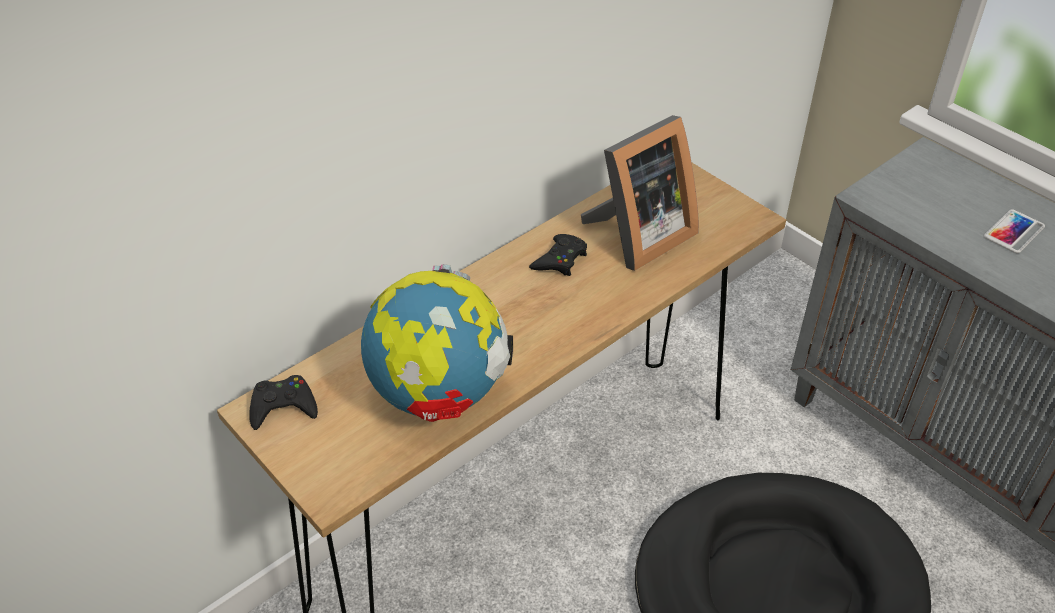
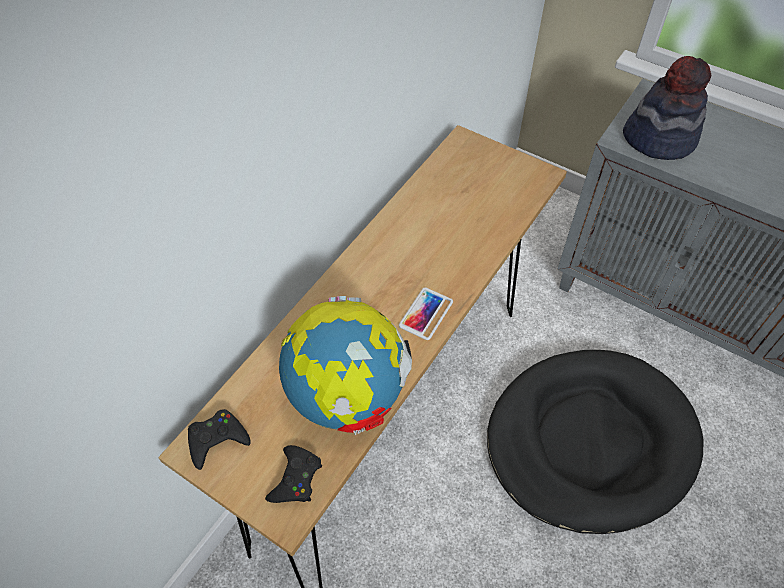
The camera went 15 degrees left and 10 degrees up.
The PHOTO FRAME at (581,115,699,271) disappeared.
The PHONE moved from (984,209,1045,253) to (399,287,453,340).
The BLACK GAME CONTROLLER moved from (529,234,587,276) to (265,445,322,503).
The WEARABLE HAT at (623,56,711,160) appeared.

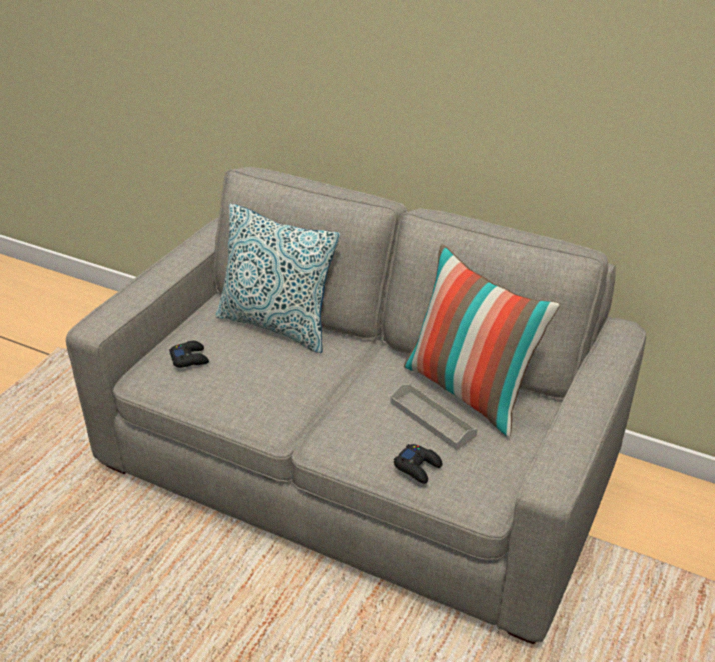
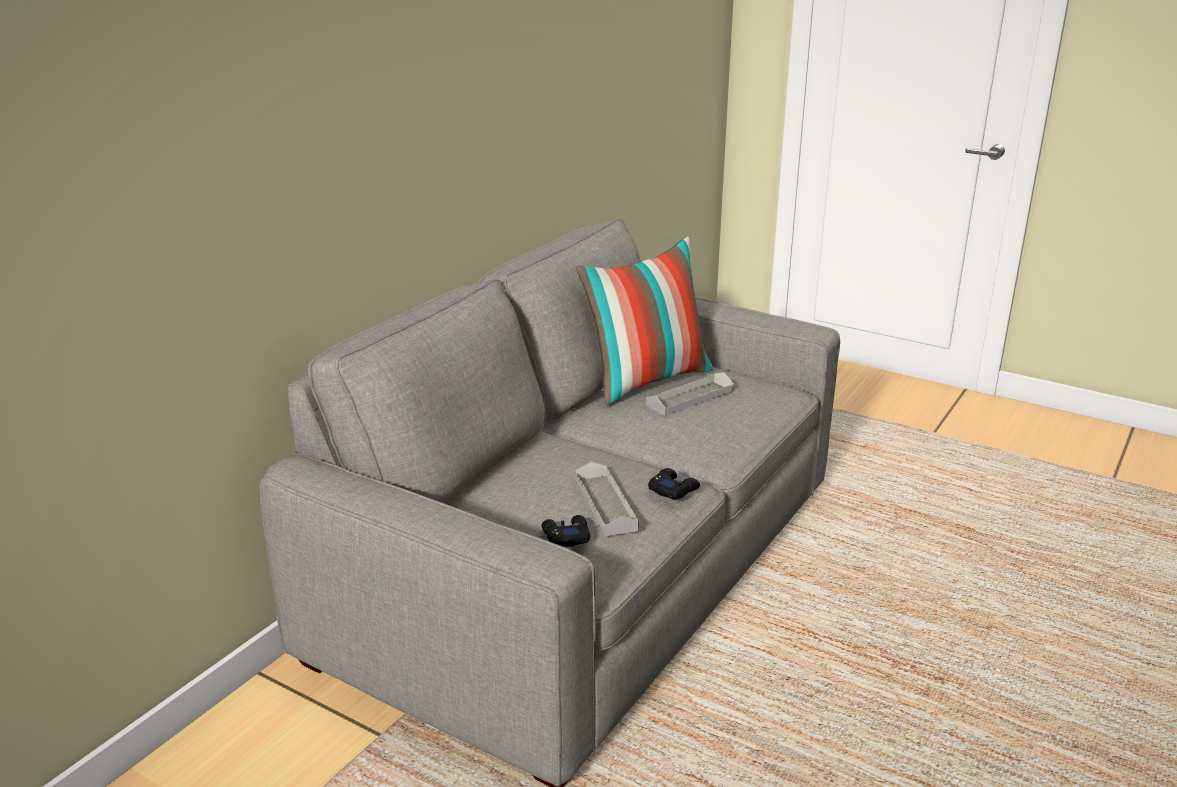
The camera went 85 degrees left and 10 degrees down.
The CUSHION at (216,204,340,353) disappeared.
The BLACK GAME CONTROLLER moved from (394,444,442,484) to (648,468,700,500).
The GRAY CARRYING TRAY at (575,461,639,536) appeared.

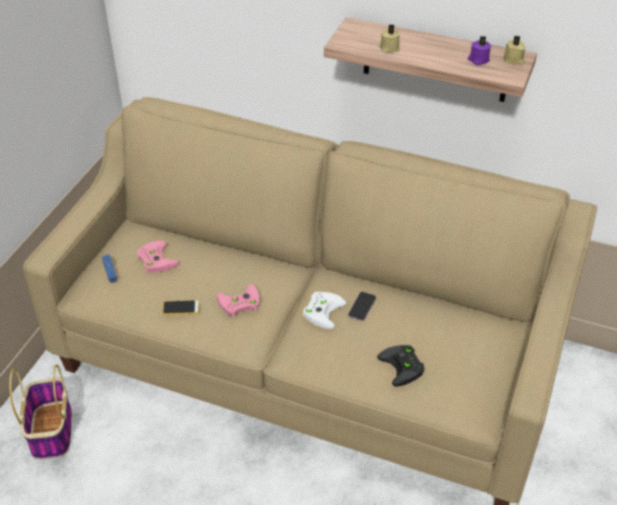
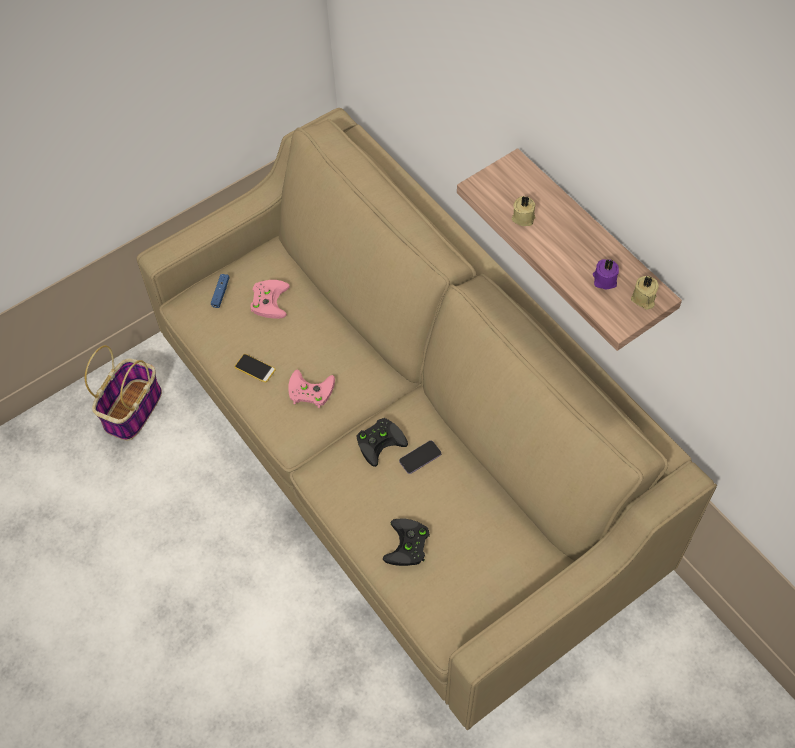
The camera went 35 degrees right and 15 degrees up.
The WHITE GAME CONTROLLER at (303,292,346,329) became the BLACK GAME CONTROLLER at (356,418,408,467).

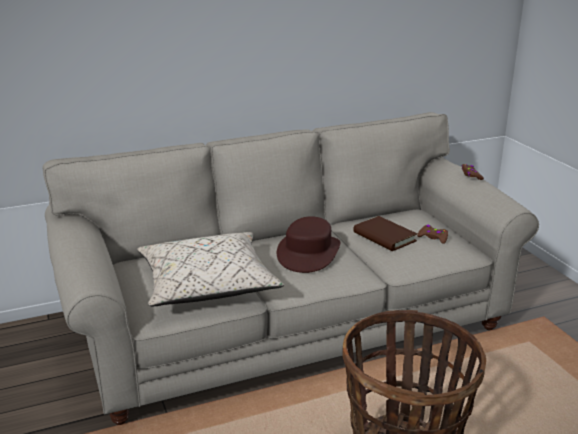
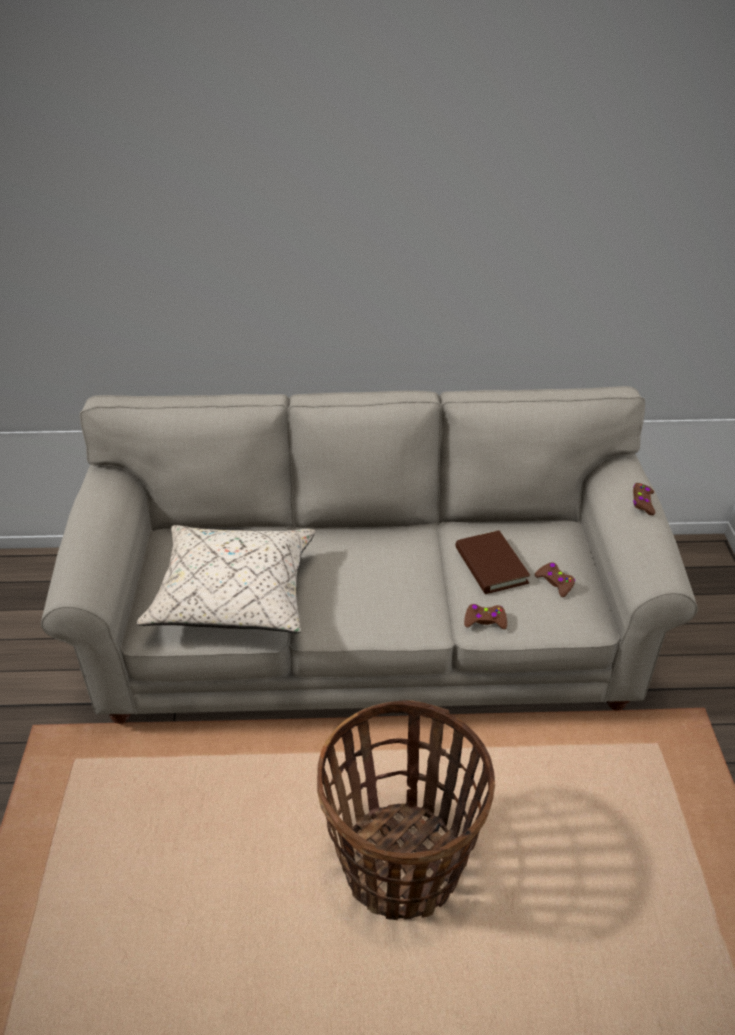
The camera went 20 degrees right and 15 degrees up.
The BROWN-COLOURED WEARABLE HAT at (277,216,340,273) disappeared.
The BROWN-COLOURED GAME CONTROLLER at (464,604,507,629) appeared.

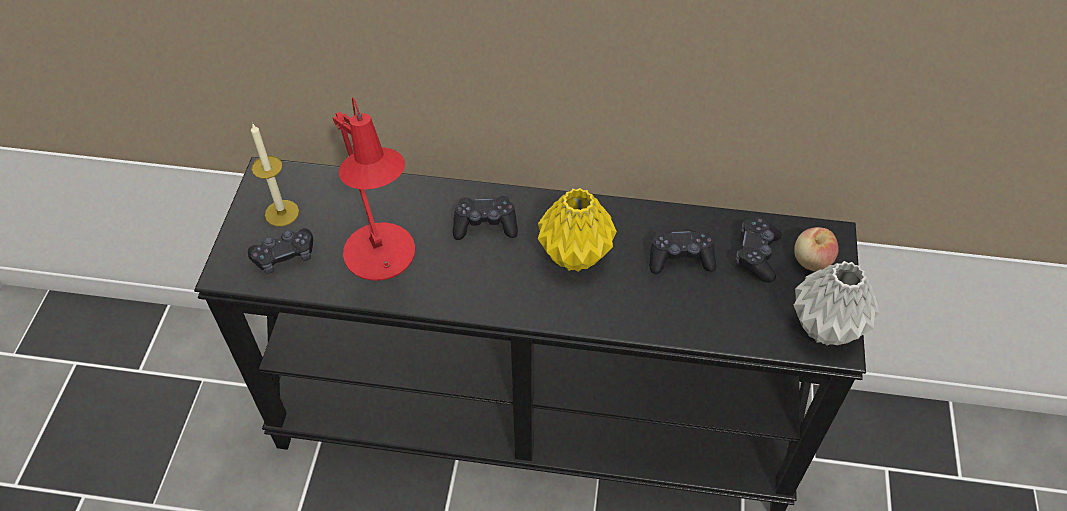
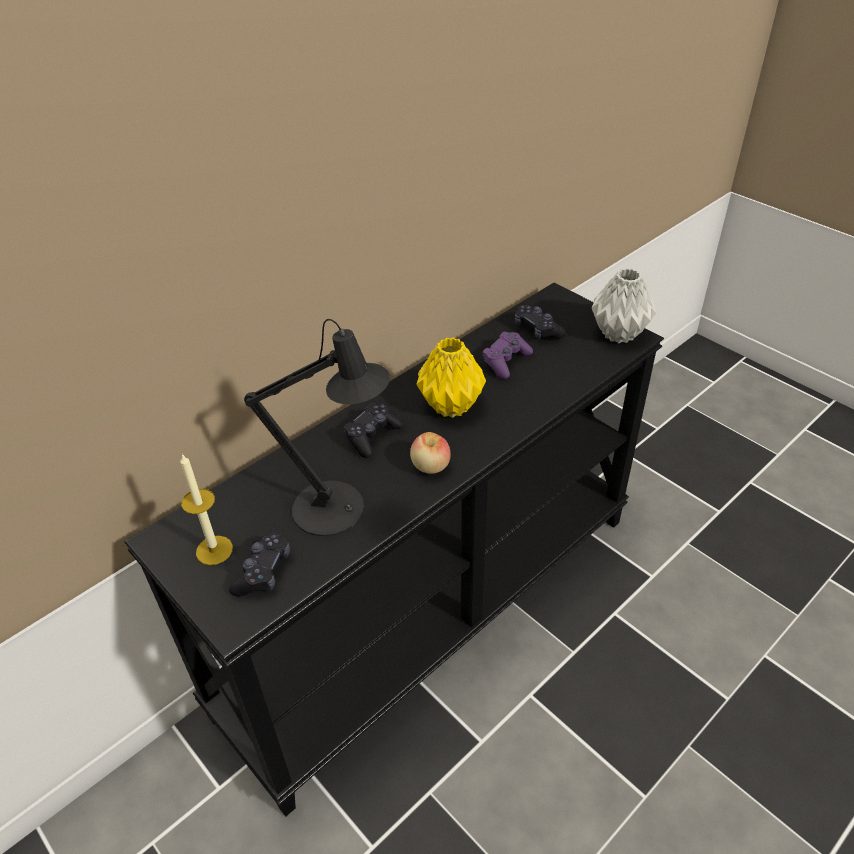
The camera went 50 degrees left and 10 degrees down.
The REDDISH TABLE LAMP at (333,97,415,281) became the BLACK TABLE LAMP at (244,319,390,536).
The WHOLE APPLE moved from (794,227,839,271) to (410,432,450,474).
The BLACK GAME CONTROLLER at (649,228,716,274) became the PURPLE-COLOURED GAME CONTROLLER at (482,332,533,379).

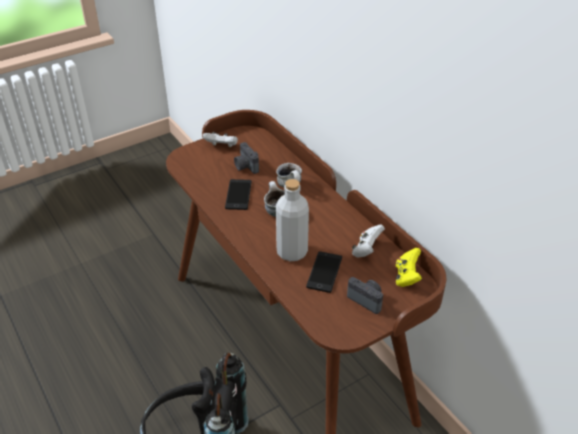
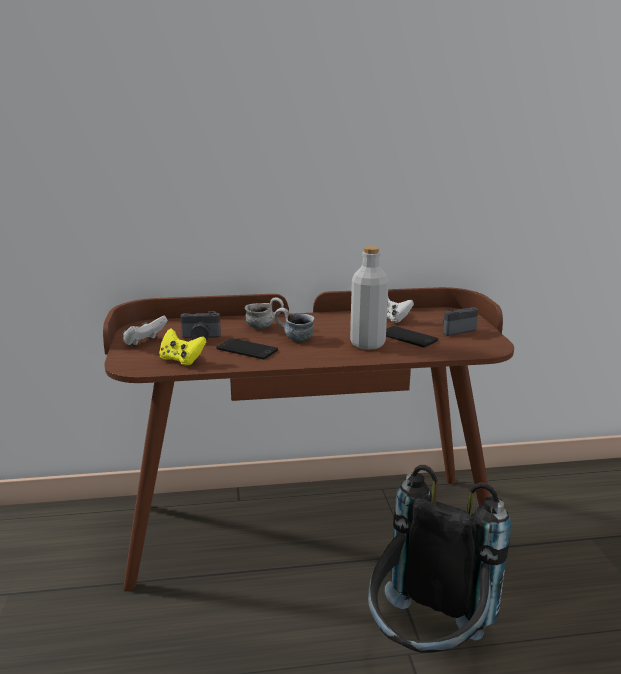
The camera went 65 degrees left and 20 degrees down.
The YELLOW GAME CONTROLLER moved from (396,248,422,287) to (159,328,206,366).

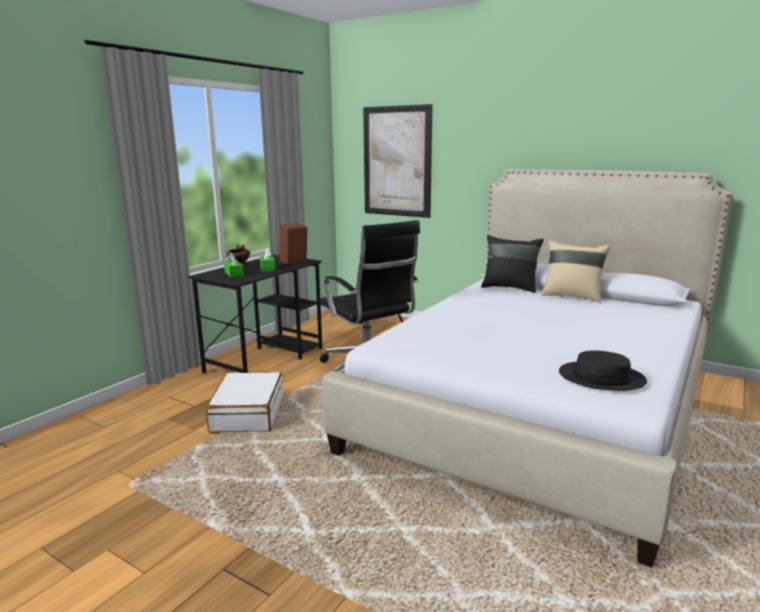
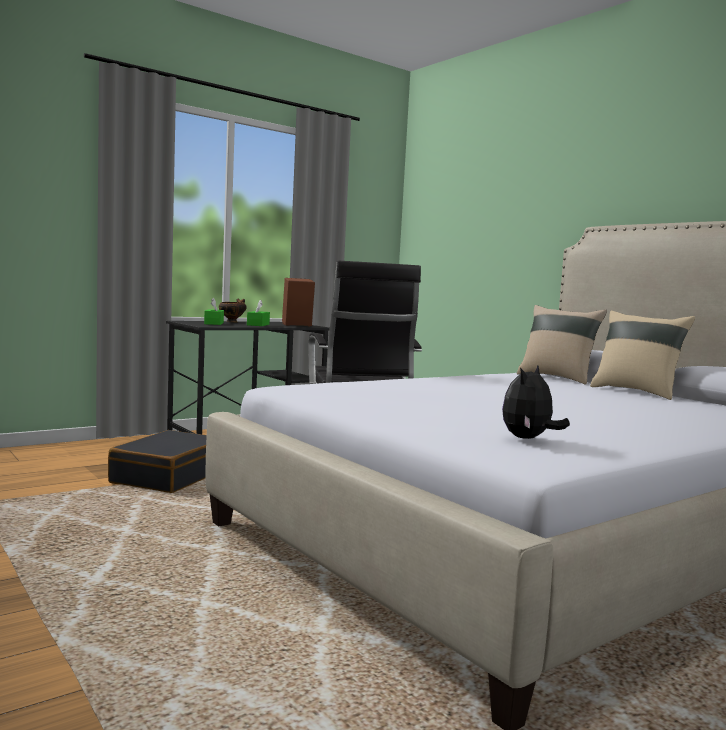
The camera went 20 degrees right and 10 degrees down.
The WALL PICTURE at (363,104,433,218) disappeared.
The BLACK CUSHION at (481,235,543,293) became the BEIGE CUSHION at (517,305,607,385).
The BLACK WEARABLE HAT at (559,351,647,391) was replaced by the PLUSH TOY at (502,365,570,439).
The WHITE PIECE OF LUGGAGE at (206,372,283,433) became the BLACK PIECE OF LUGGAGE at (108,430,207,493).

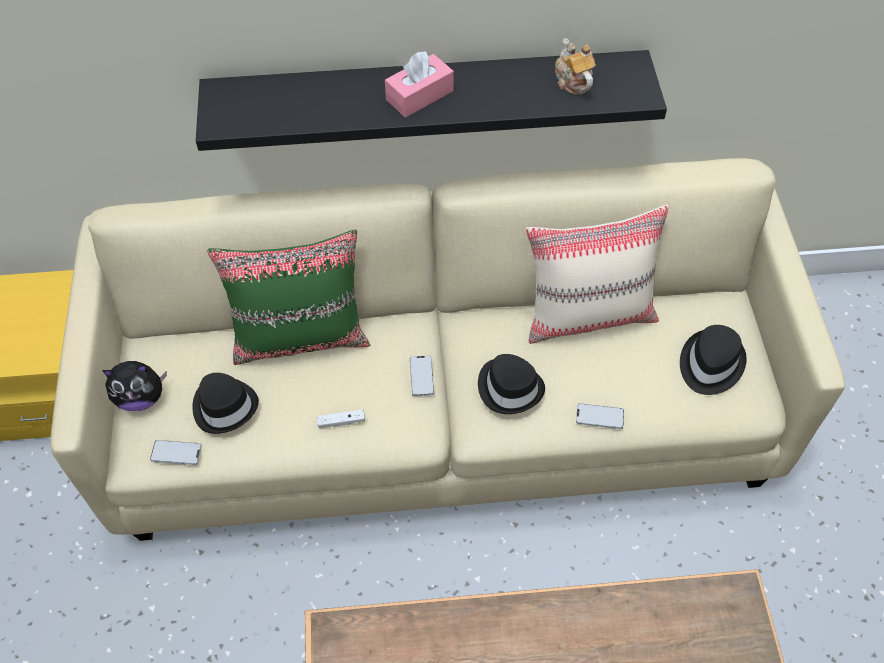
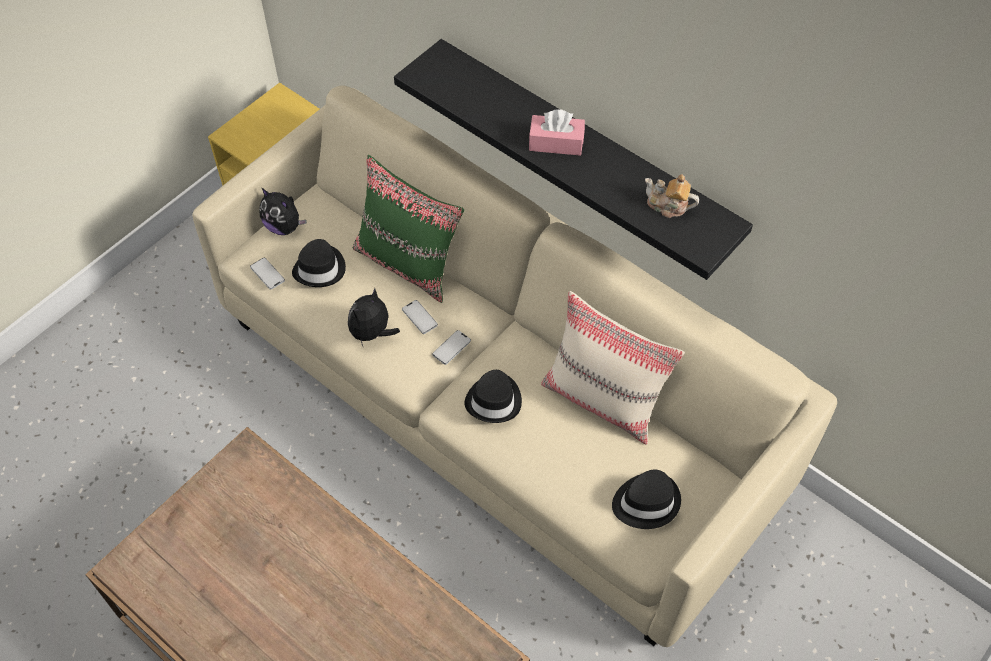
The camera went 45 degrees right and 0 degrees up.
The TEAPOT at (555,38,596,95) turned 90 degrees counterclockwise.
The PHONE moved from (576,403,624,429) to (402,300,438,334).
The WHITE GAME CONTROLLER at (317,409,365,428) was replaced by the PLUSH TOY at (348,288,400,346).

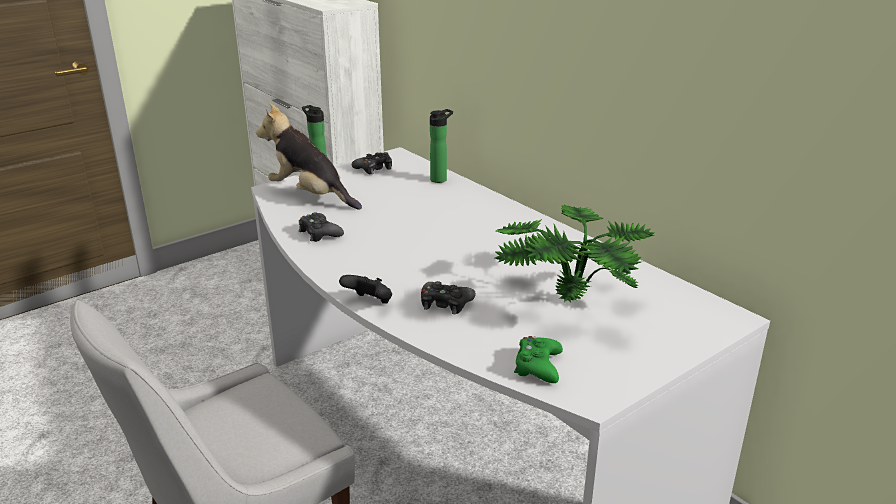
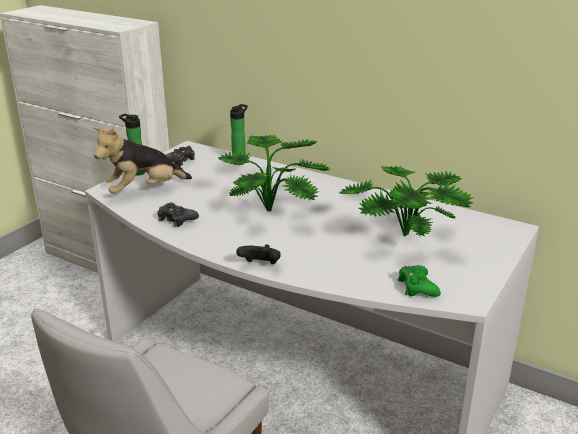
The camera went 20 degrees left and 0 degrees up.
The PLUSH TOY at (256,104,362,210) turned 45 degrees counterclockwise.
The BLACK GAME CONTROLLER at (421,281,476,314) disappeared.
The PLANT IN A POT at (218,134,330,211) appeared.

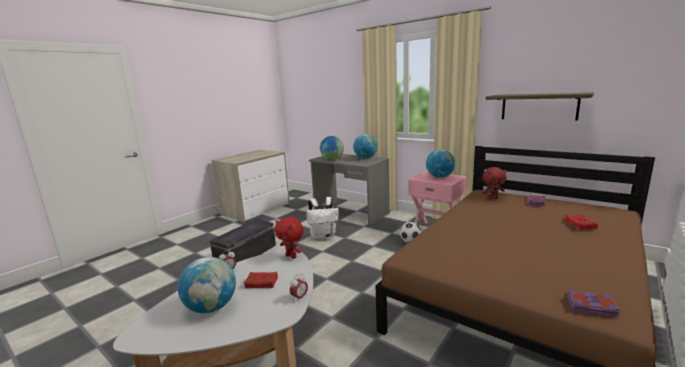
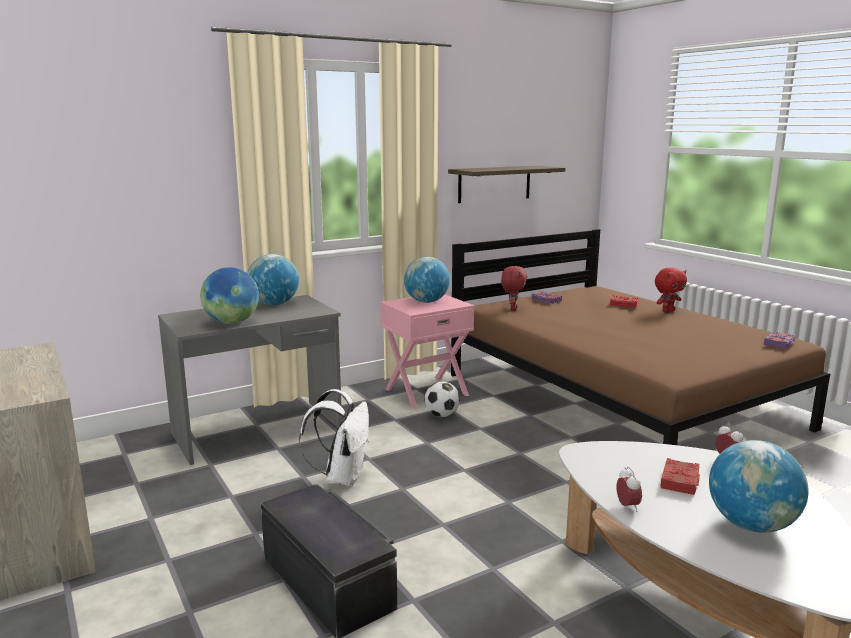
The camera went 70 degrees left and 0 degrees up.
The REDDISH PLUSH TOY moved from (274,217,304,259) to (655,267,687,312).

